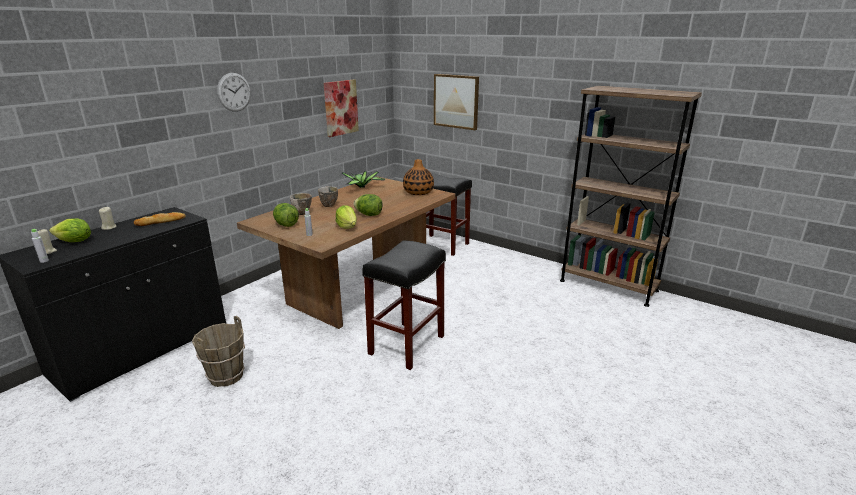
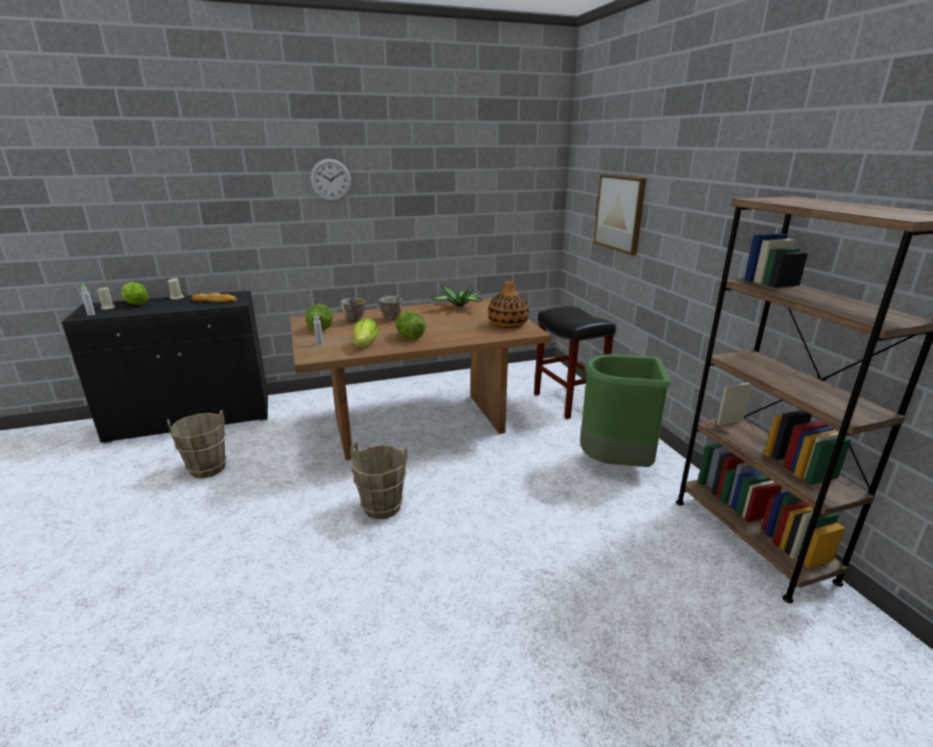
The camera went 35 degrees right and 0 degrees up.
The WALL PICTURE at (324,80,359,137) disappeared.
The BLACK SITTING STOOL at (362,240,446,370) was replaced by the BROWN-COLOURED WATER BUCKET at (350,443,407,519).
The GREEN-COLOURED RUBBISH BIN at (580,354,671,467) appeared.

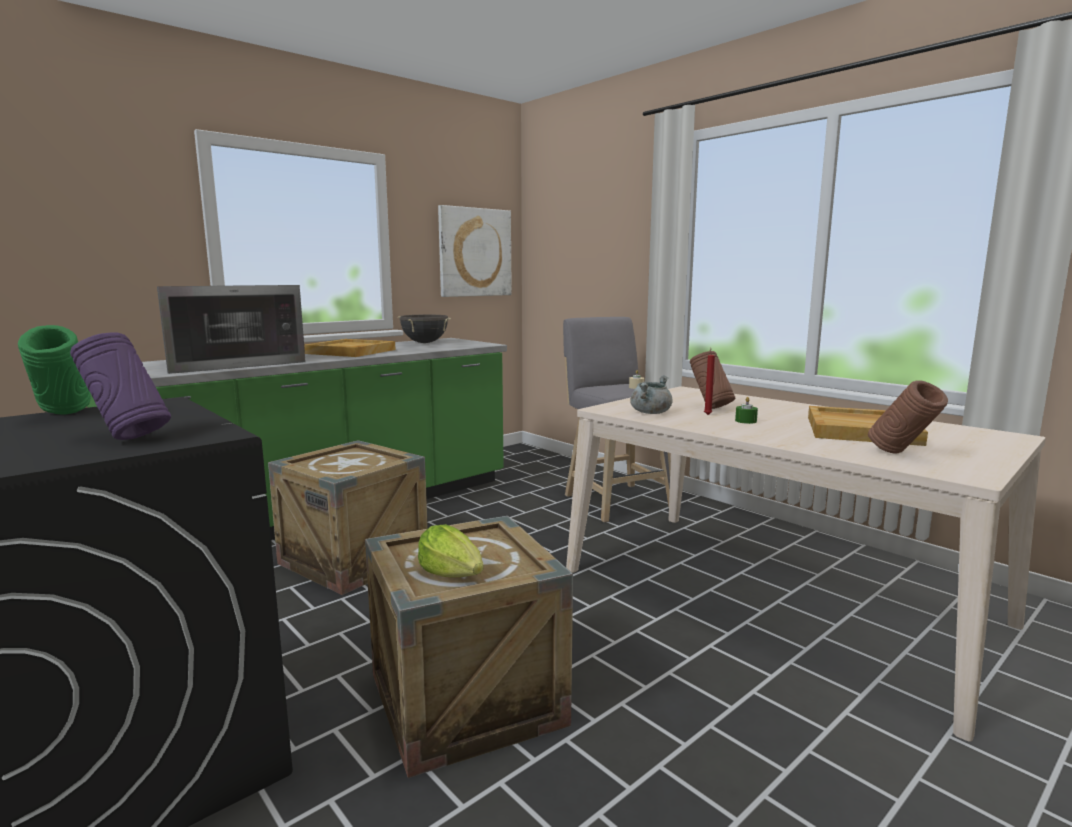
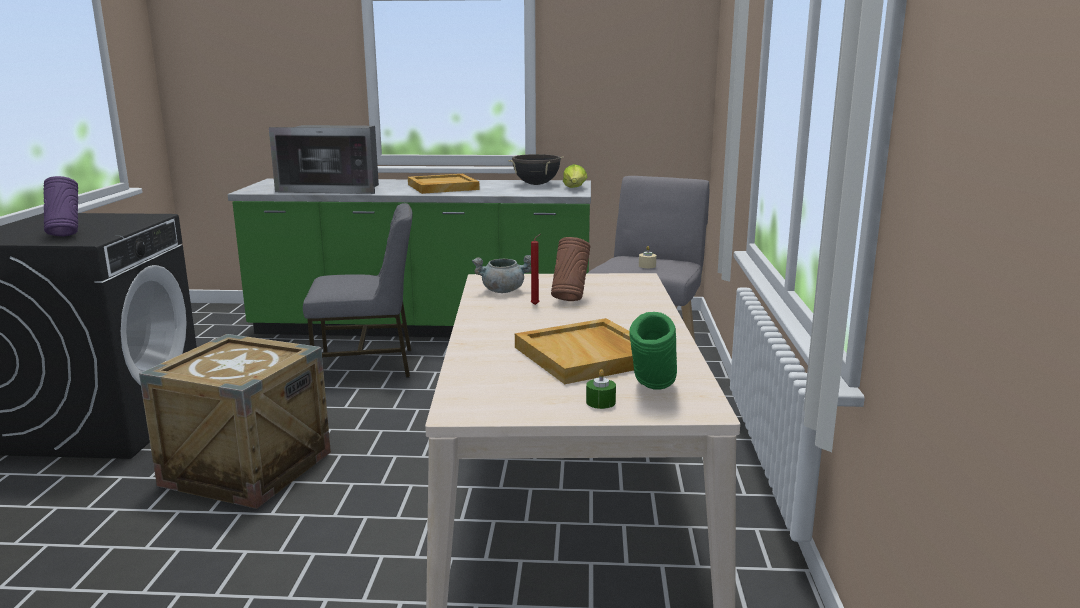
The camera went 45 degrees right and 5 degrees up.
The WALL PICTURE at (438,205,512,297) disappeared.
The GREEN-COLOURED VASE moved from (18,325,91,415) to (629,312,677,389).
The BROWN-COLOURED VASE at (868,380,948,454) disappeared.
The GREEN-COLOURED CANDLE moved from (735,397,758,424) to (586,369,616,409).
The PACKING CRATE at (268,440,428,595) was replaced by the GRAY PLAIN CHAIR at (303,203,413,378).
The LETTUCE moved from (418,524,483,577) to (563,164,588,188).

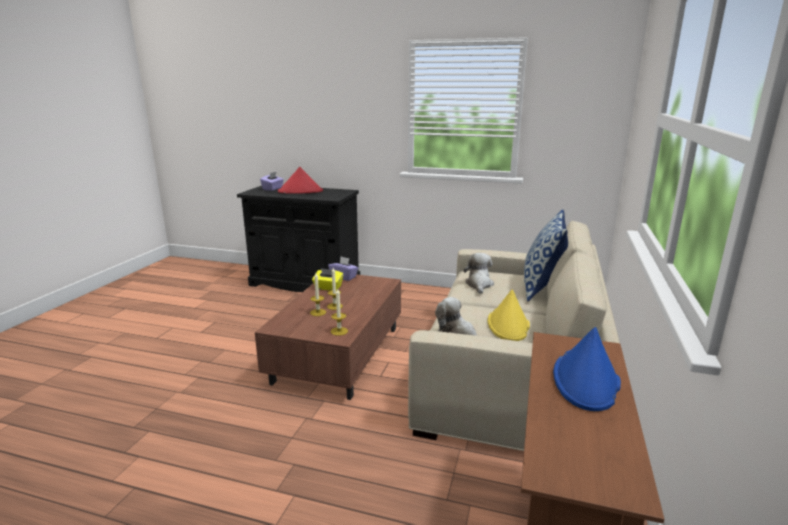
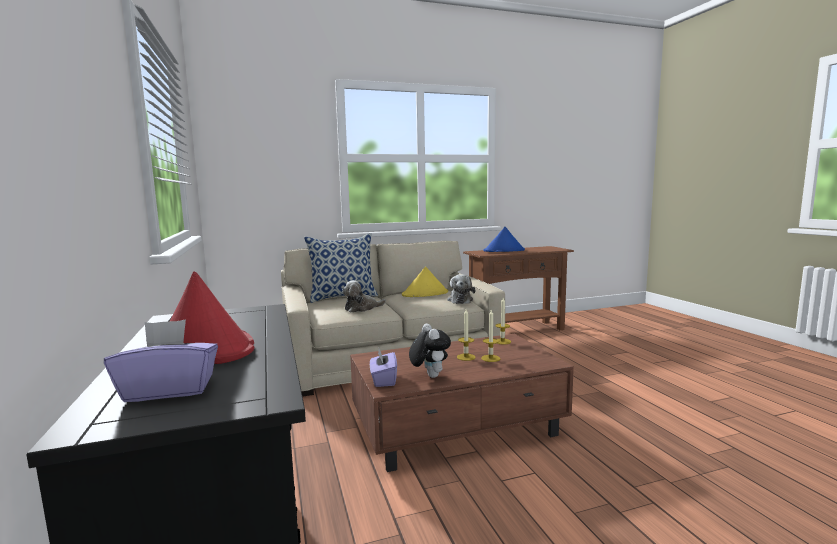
The camera went 125 degrees left and 10 degrees down.
The YELLOW TISSUE HOLDER at (312,268,344,290) was replaced by the PLUSH TOY at (409,324,451,378).

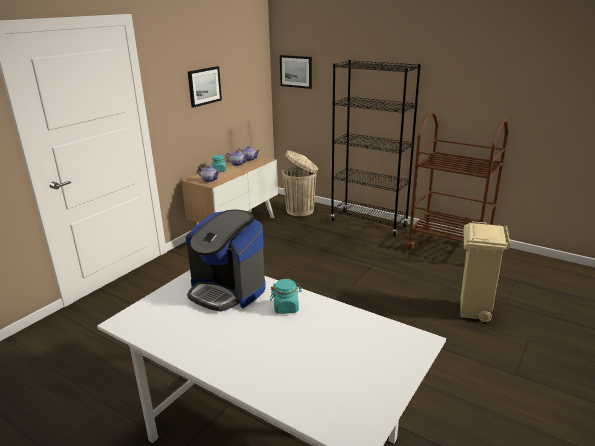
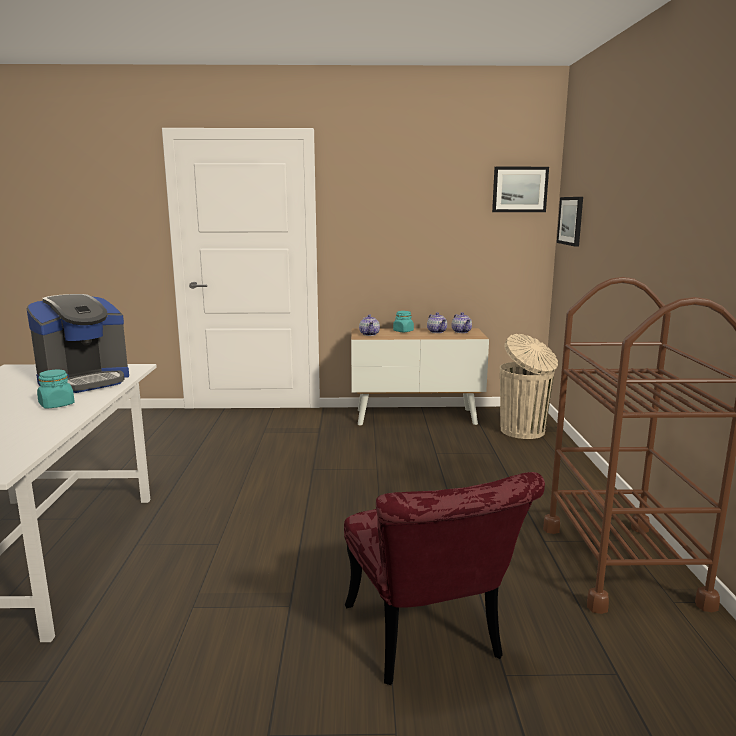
The camera went 55 degrees right and 10 degrees down.
The BLACK BOOKCASE at (331,60,421,236) disappeared.
The WALL PICTURE moved from (188,66,222,108) to (492,167,549,212).
The COFFEE MACHINE at (185,210,266,312) turned 135 degrees counterclockwise.
The BEIGE RUBBISH BIN at (460,221,511,322) was replaced by the REDDISH PLAIN CHAIR at (344,472,545,685).

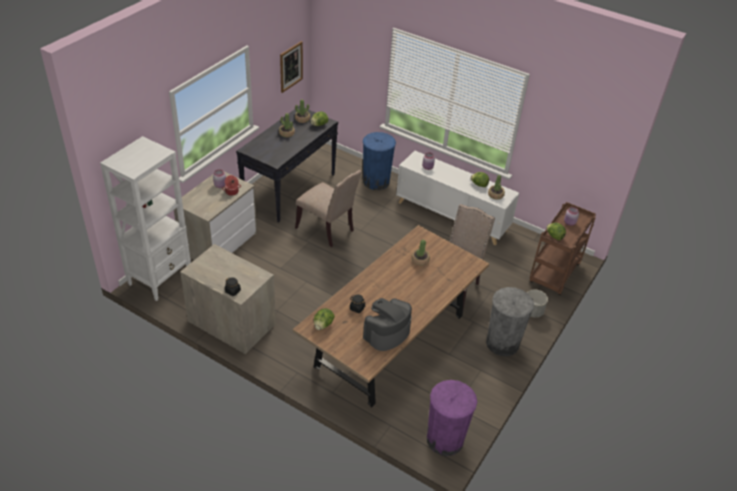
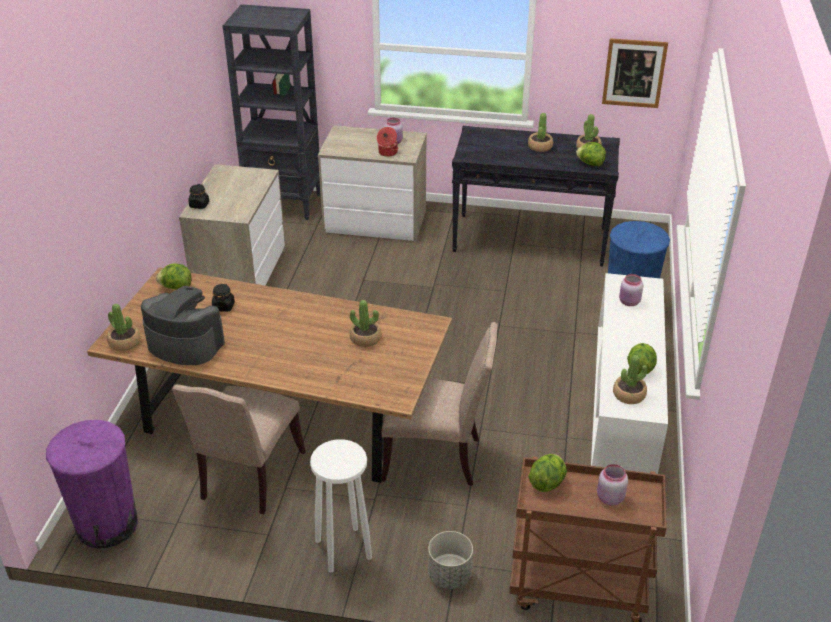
The camera went 70 degrees right and 5 degrees down.
The WHITE BOOKCASE at (100,136,191,301) became the BLACK BOOKCASE at (223,4,321,220).
The BEIGE PLAIN CHAIR moved from (295,170,362,247) to (172,384,306,514).
The GRAY RUBBISH BIN at (486,287,534,356) was replaced by the WHITE SITTING STOOL at (310,439,372,573).
The PLANT IN A POT at (107,304,140,351) appeared.

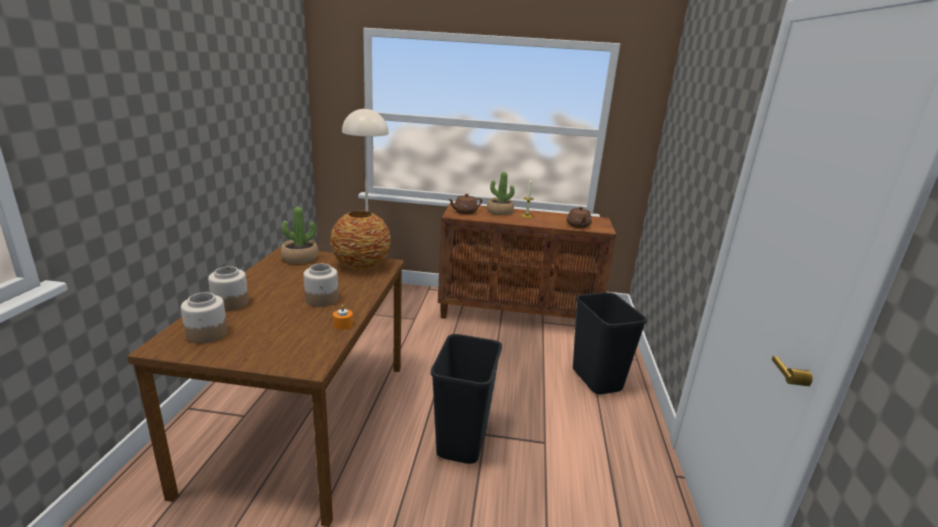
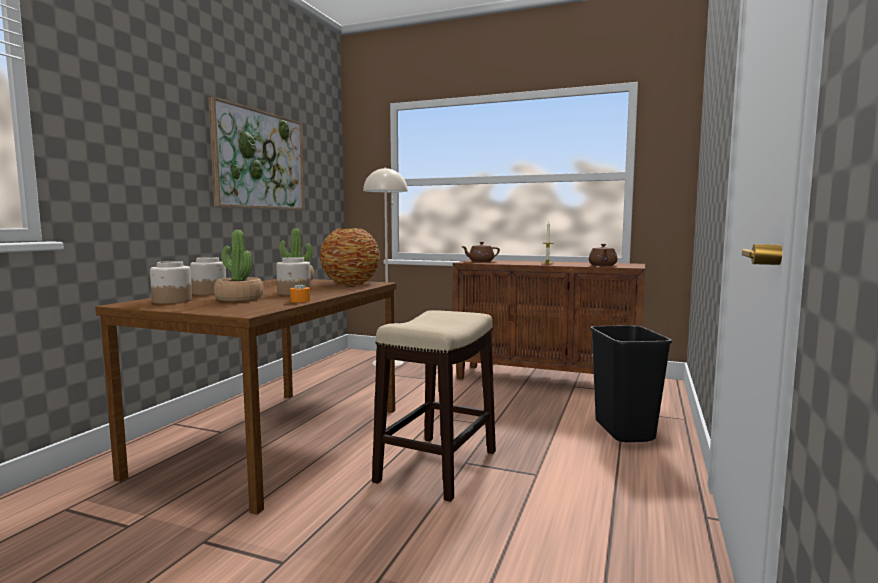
The camera went 15 degrees right and 15 degrees down.
The PLANT IN A POT moved from (487,172,515,215) to (214,230,263,302).
The BLACK RUBBISH BIN at (431,334,502,464) was replaced by the SITTING STOOL at (372,310,496,502).
The WALL PICTURE at (208,97,305,210) appeared.

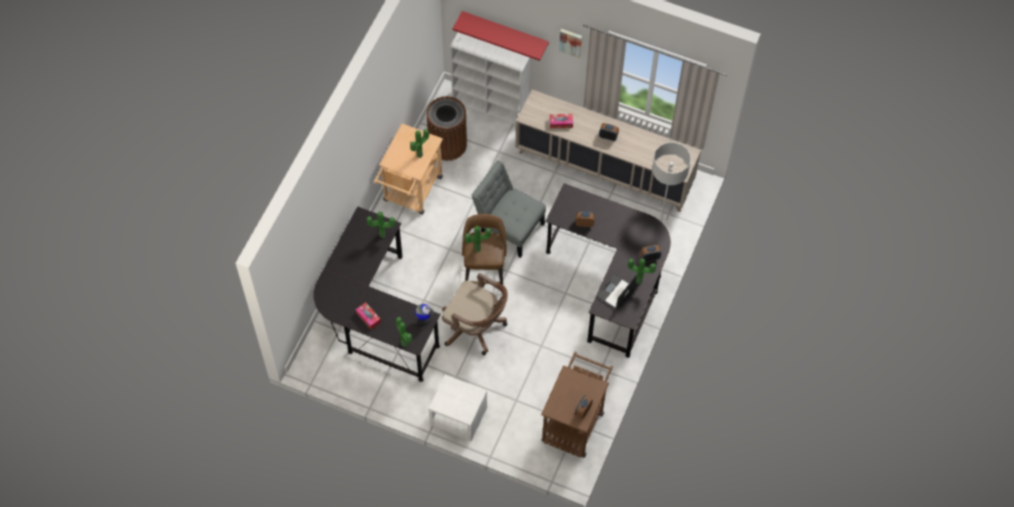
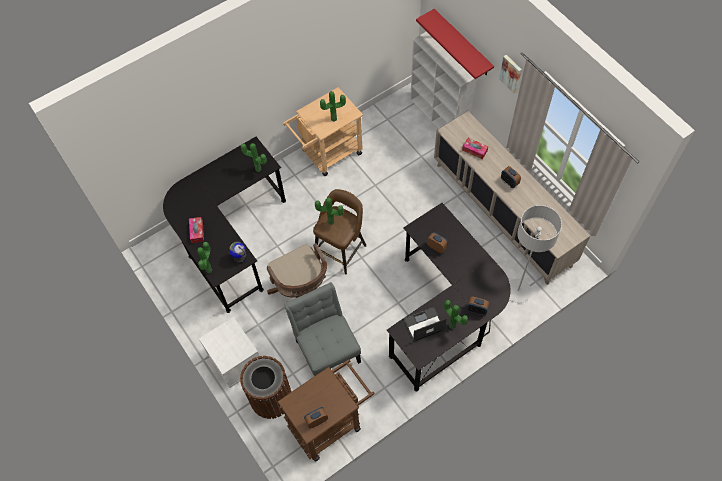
The camera went 35 degrees right and 0 degrees up.
The BROWN-COLOURED RUBBISH BIN moved from (426,96,467,161) to (240,356,292,419).
The GRAY PLAIN CHAIR moved from (471,160,546,258) to (284,282,361,376).

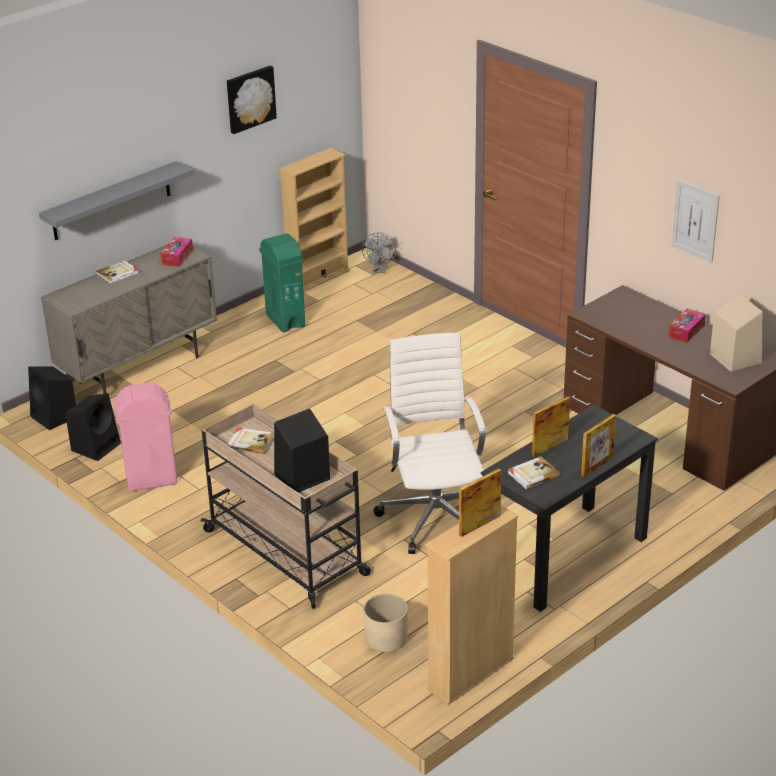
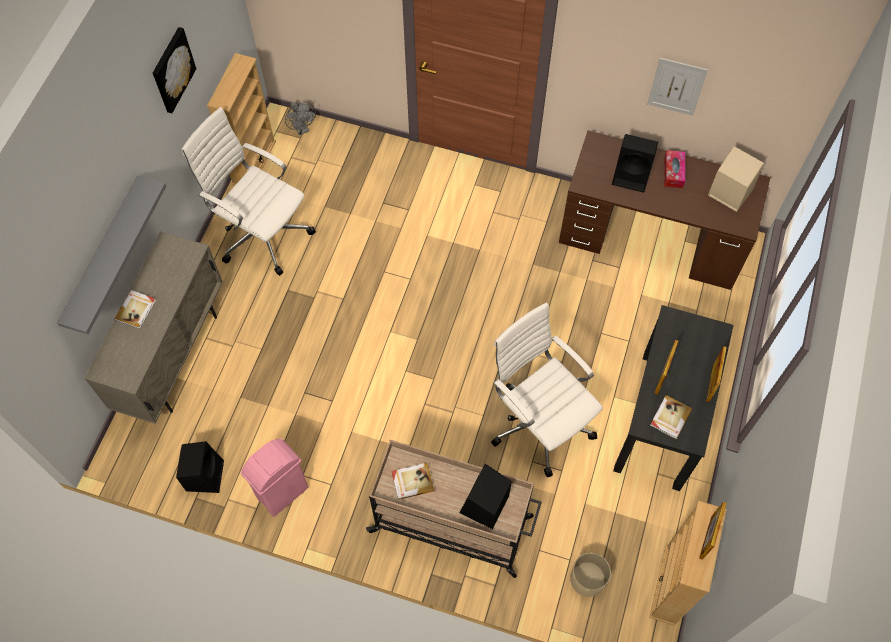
The camera went 30 degrees left and 30 degrees up.
The GREEN-COLOURED RUBBISH BIN at (259,233,305,332) was replaced by the WHITE COMPUTER CHAIR at (181,107,316,276).
The TISSUE HOLDER at (160,237,193,267) disappeared.
The BLACK AUDIO SPEAKER moved from (28,366,76,430) to (612,134,658,193).

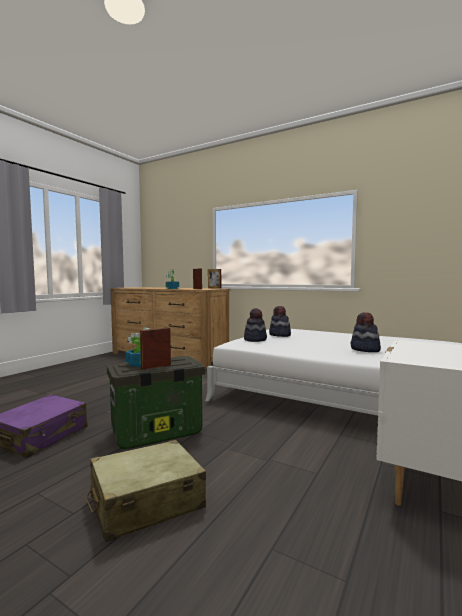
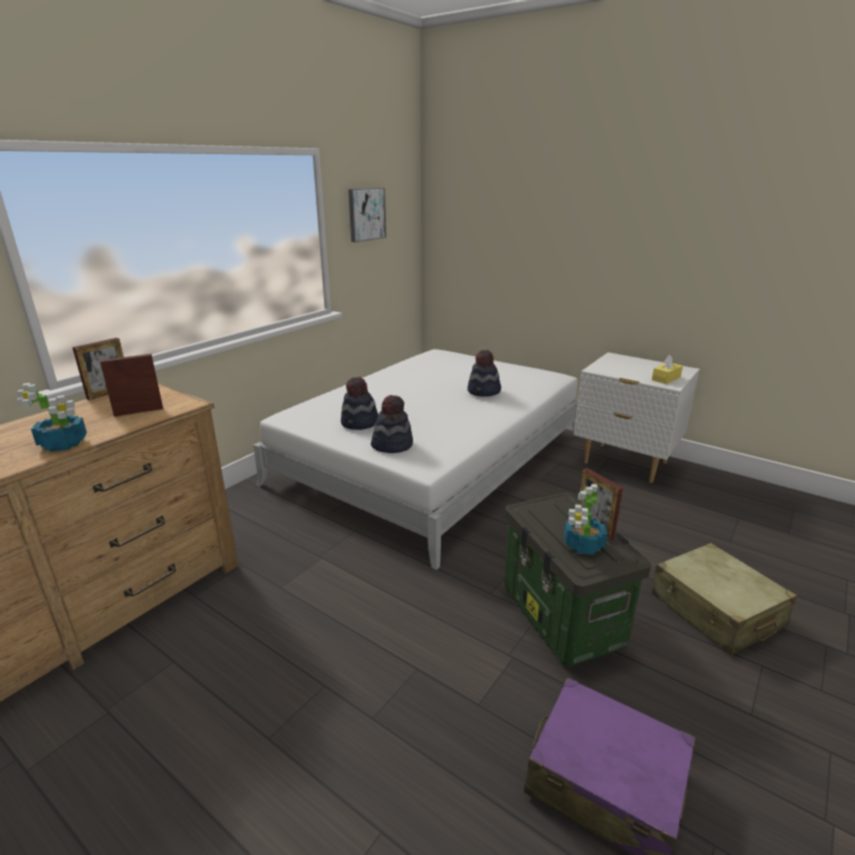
The camera went 85 degrees left and 20 degrees up.
The WALL PICTURE at (348,188,386,242) appeared.
The YELLOW TISSUE HOLDER at (652,355,683,384) appeared.

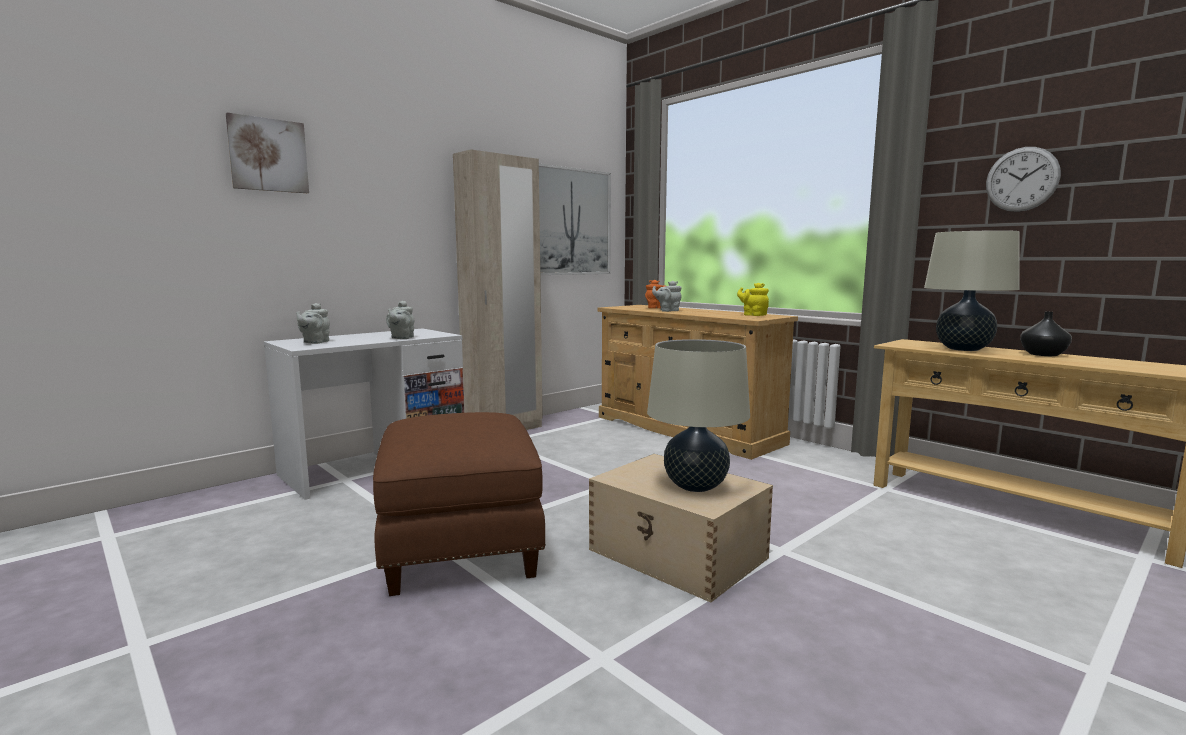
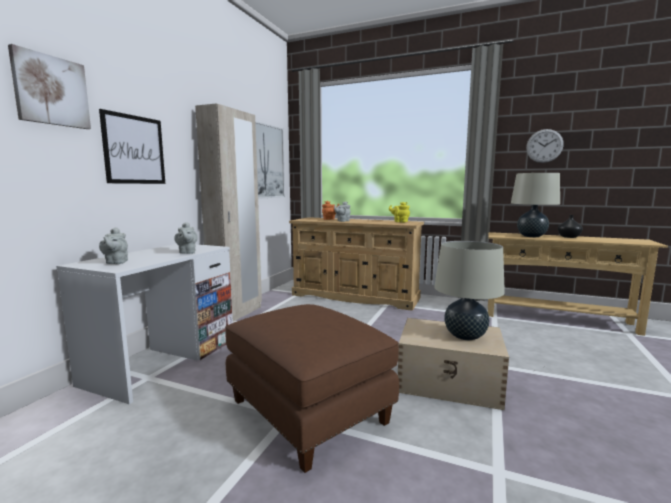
The camera went 25 degrees left and 0 degrees up.
The WALL PICTURE at (99,109,165,184) appeared.

